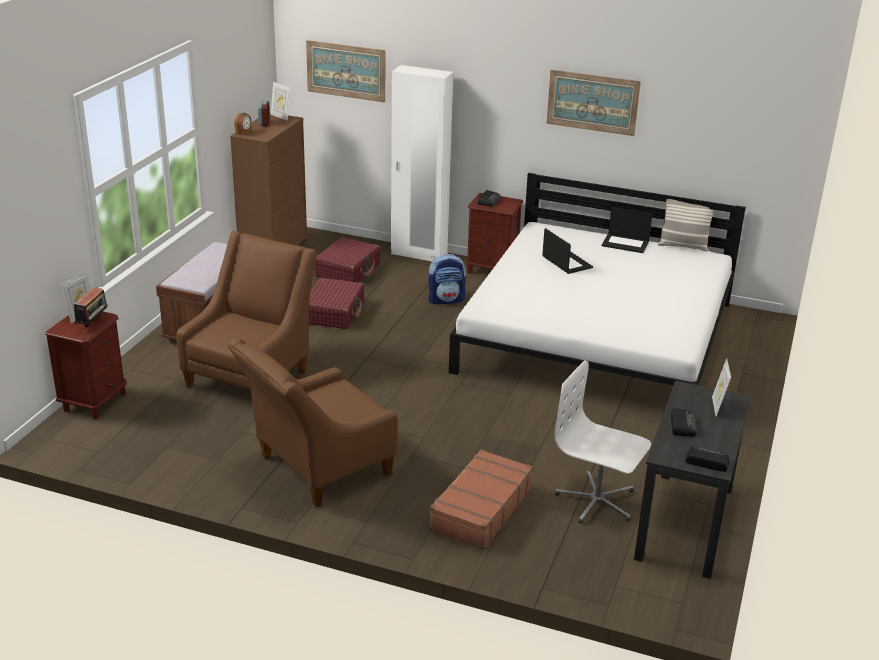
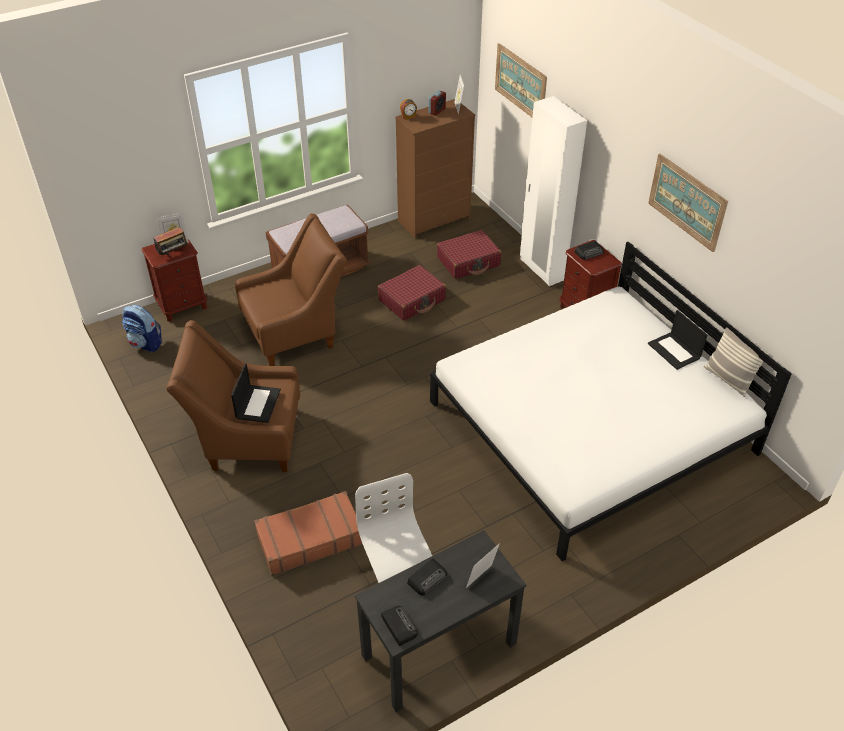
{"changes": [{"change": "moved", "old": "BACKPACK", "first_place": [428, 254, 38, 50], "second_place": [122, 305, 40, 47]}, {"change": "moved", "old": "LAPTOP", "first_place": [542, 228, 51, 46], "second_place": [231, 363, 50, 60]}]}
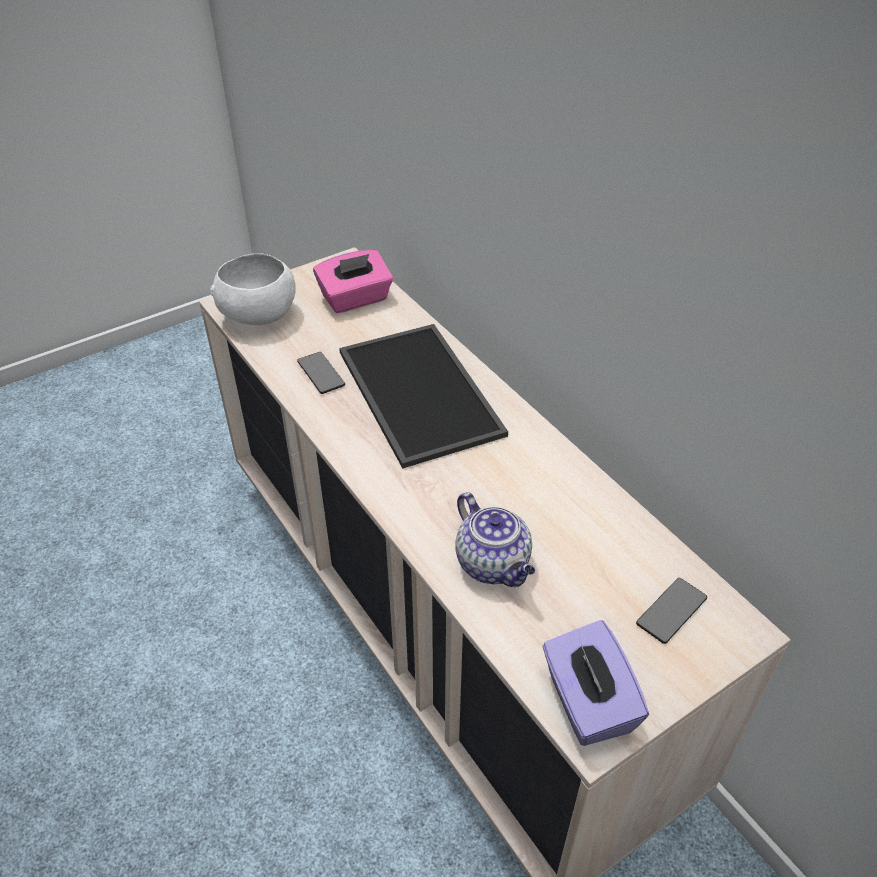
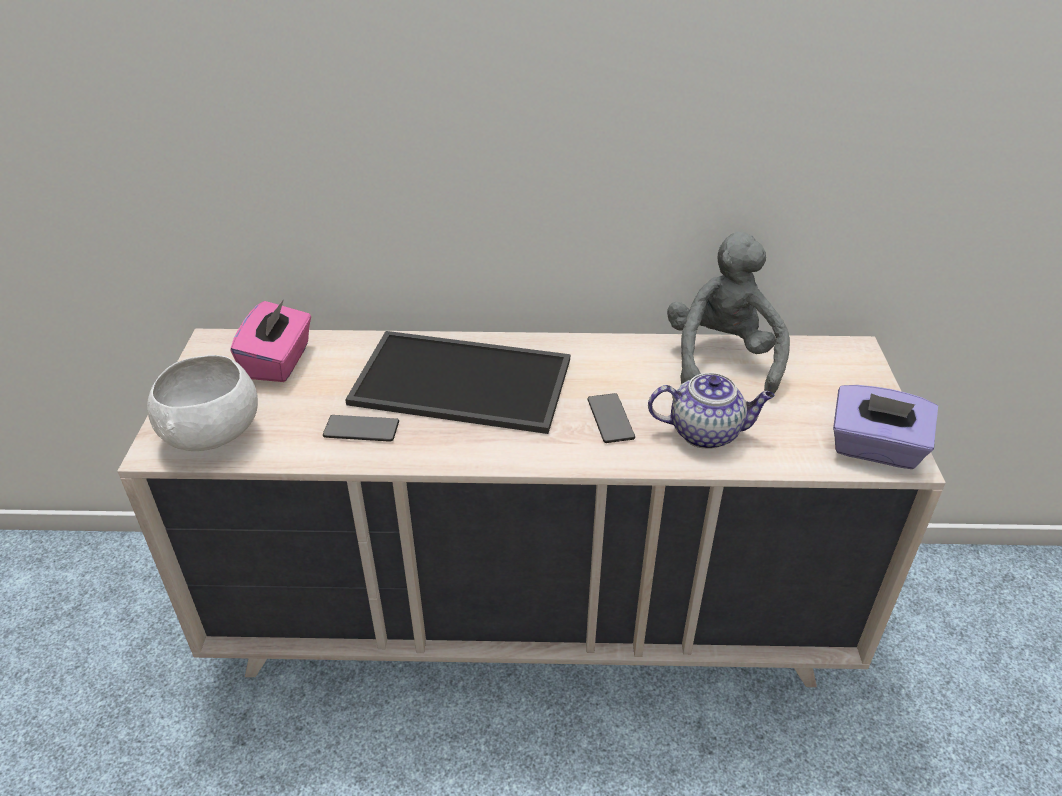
{"changes": [{"change": "moved", "old": "PHONE", "first_place": [636, 578, 71, 66], "second_place": [587, 393, 48, 50]}, {"change": "added", "new": "GREY PLUSH TOY", "second_place": [667, 232, 123, 161]}]}
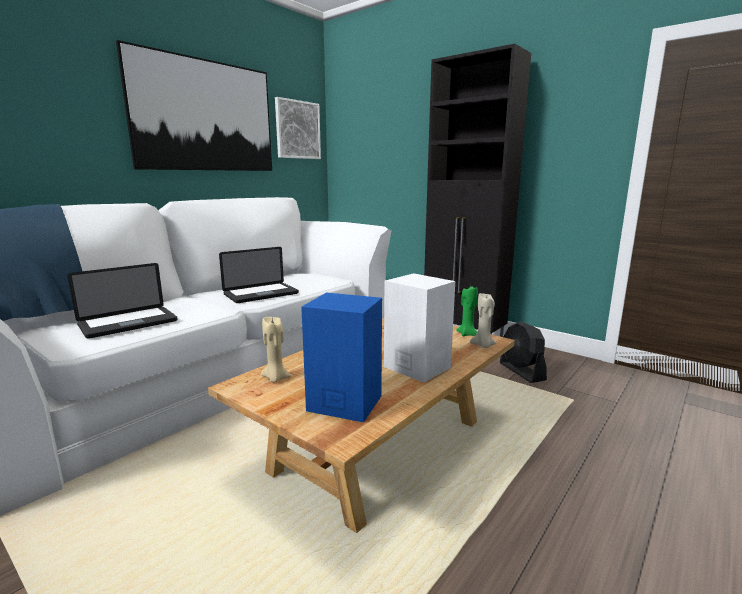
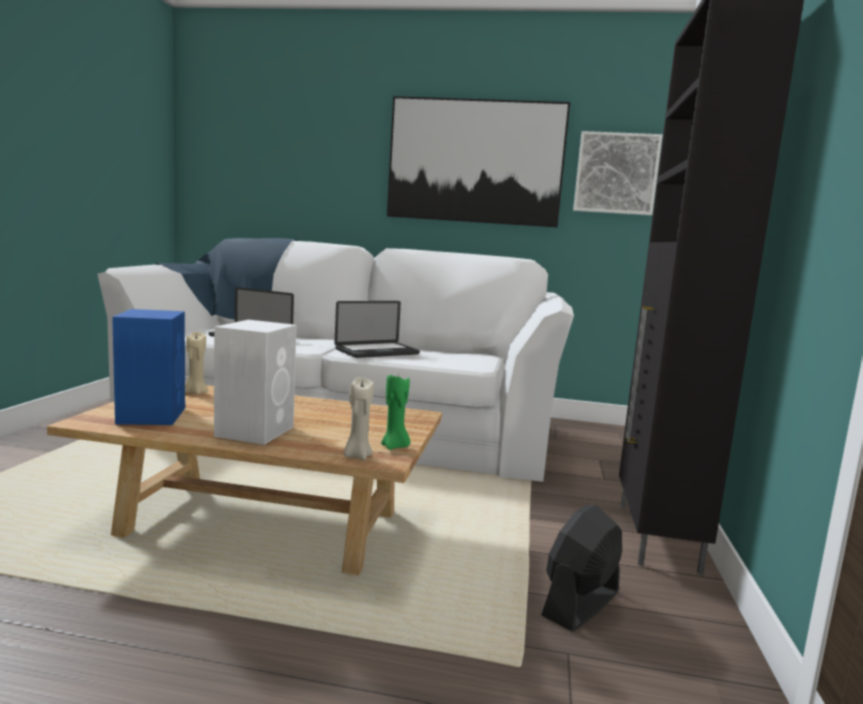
{"changes": [{"change": "turned", "old": "LAPTOP", "first_place": [219, 247, 80, 56], "second_place": [334, 301, 86, 57], "degrees": -60}]}
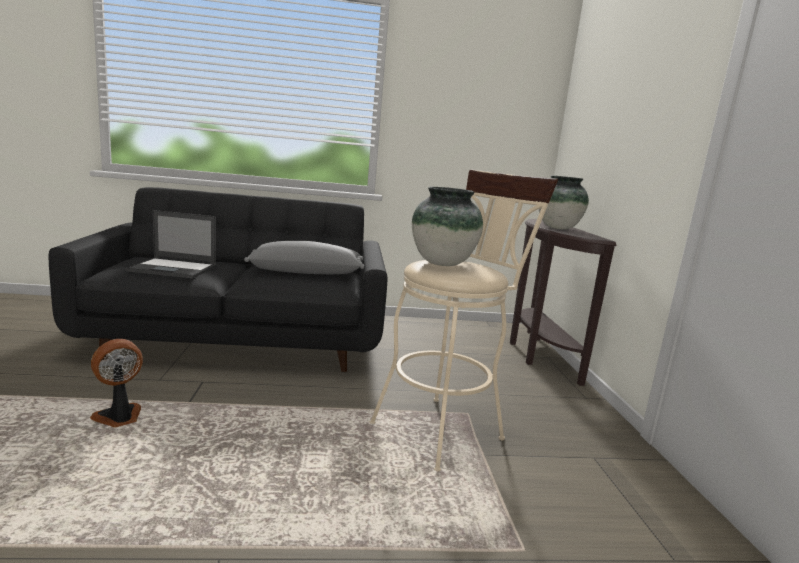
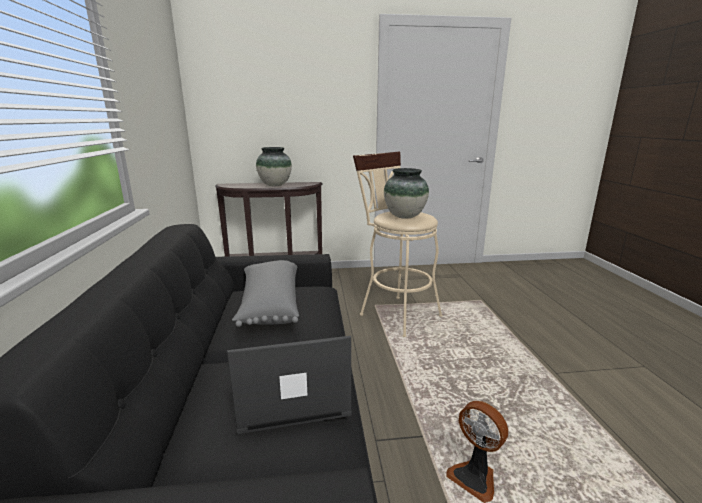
{"changes": [{"change": "turned", "old": "LAPTOP", "first_place": [125, 210, 91, 68], "second_place": [227, 336, 125, 98], "degrees": -105}]}
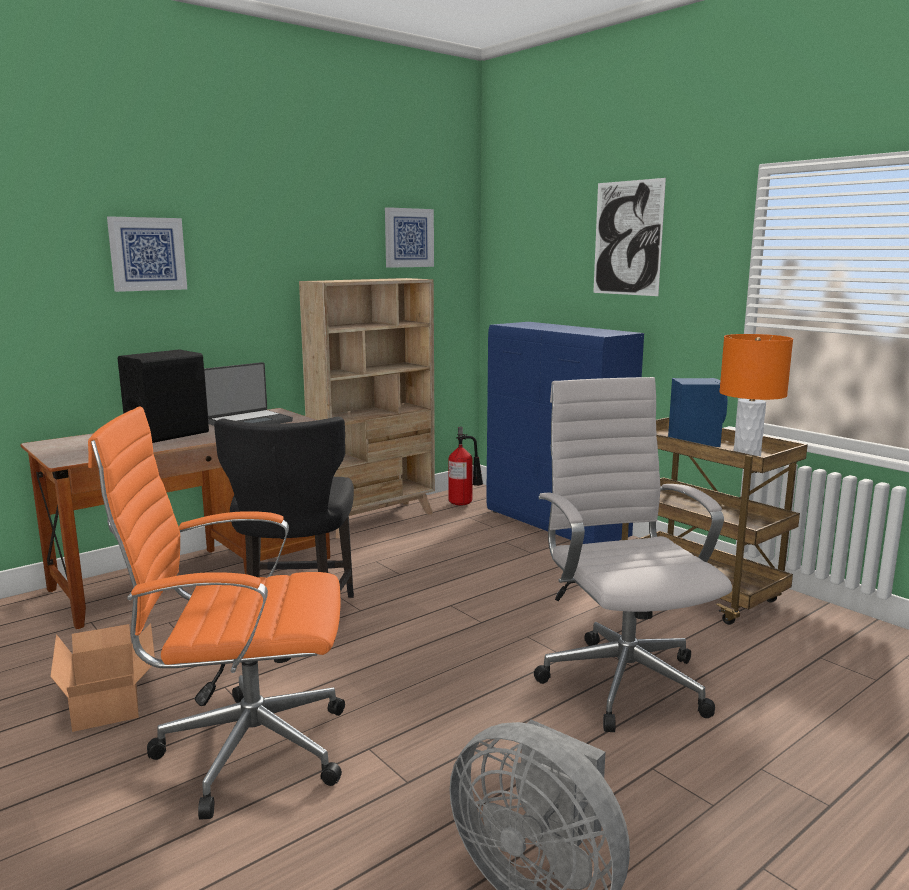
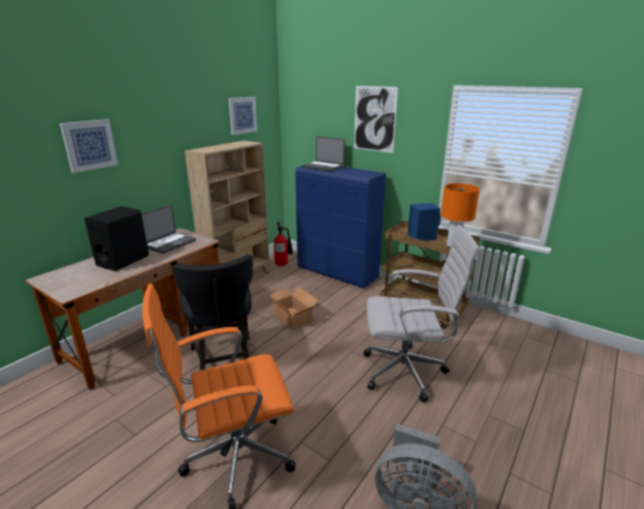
{"changes": [{"change": "moved", "old": "CARDBOARD BOX", "first_place": [50, 623, 105, 109], "second_place": [269, 287, 49, 42]}, {"change": "turned", "old": "WHITE OFFICE CHAIR", "first_place": [534, 377, 198, 355], "second_place": [363, 225, 116, 178], "degrees": 120}, {"change": "added", "new": "LAPTOP", "second_place": [302, 137, 43, 35]}]}
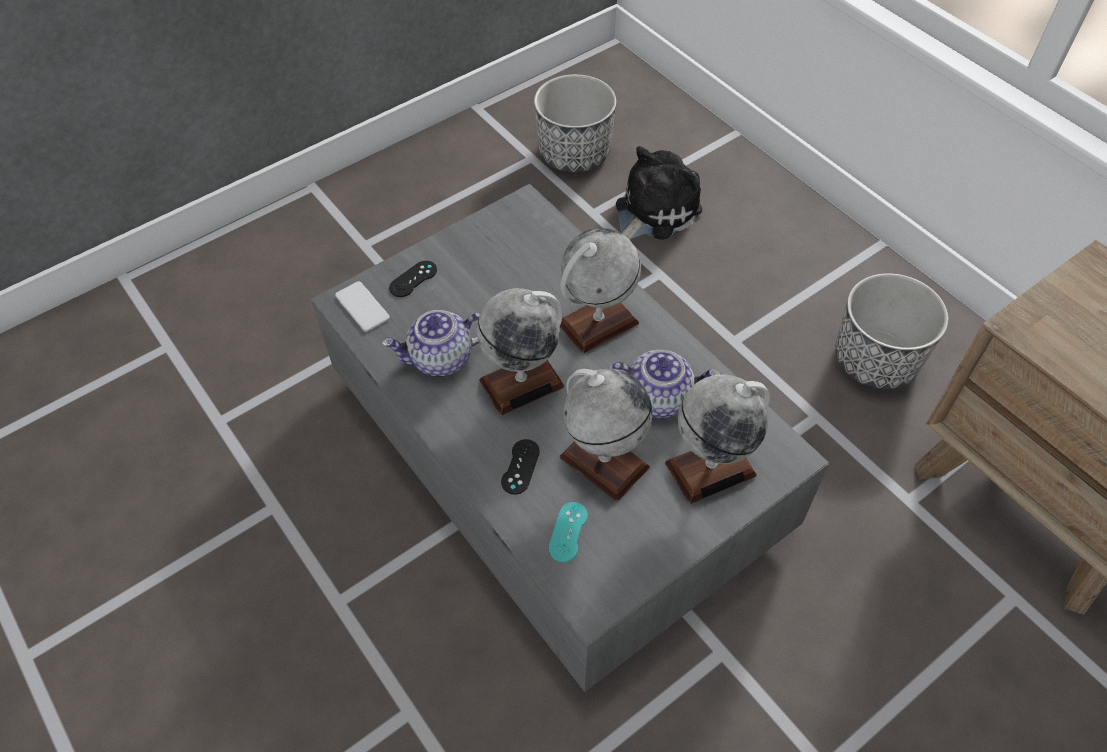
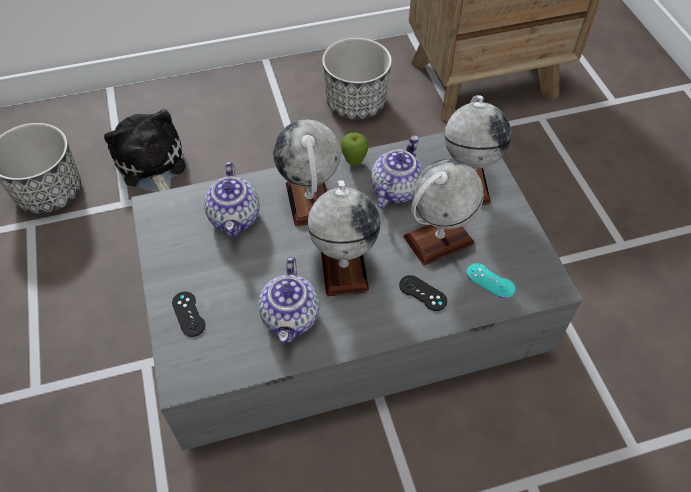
{"changes": [{"change": "removed", "old": "PHONE", "first_place": [335, 281, 55, 51]}, {"change": "added", "new": "TEAPOT", "second_place": [204, 162, 56, 75]}, {"change": "added", "new": "APPLE", "second_place": [341, 133, 28, 32]}]}
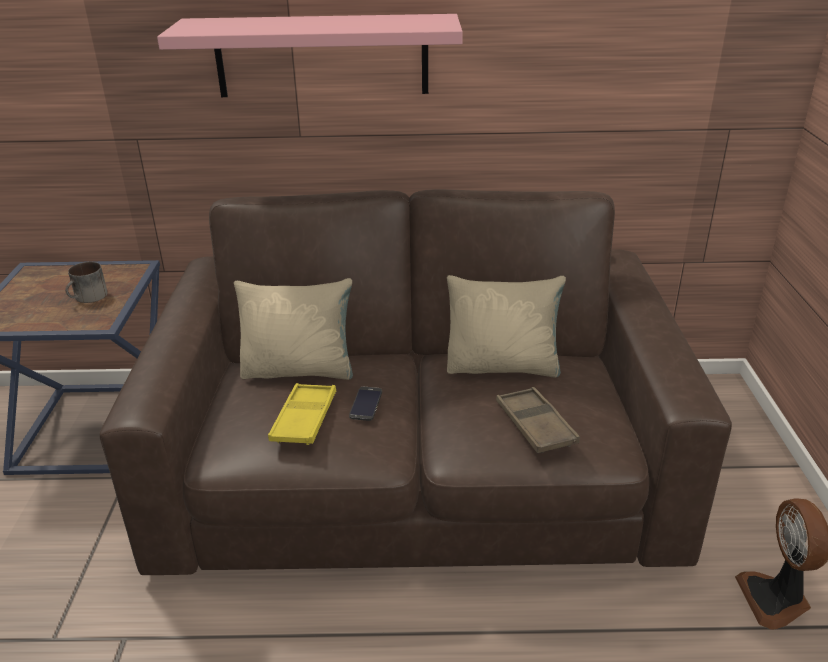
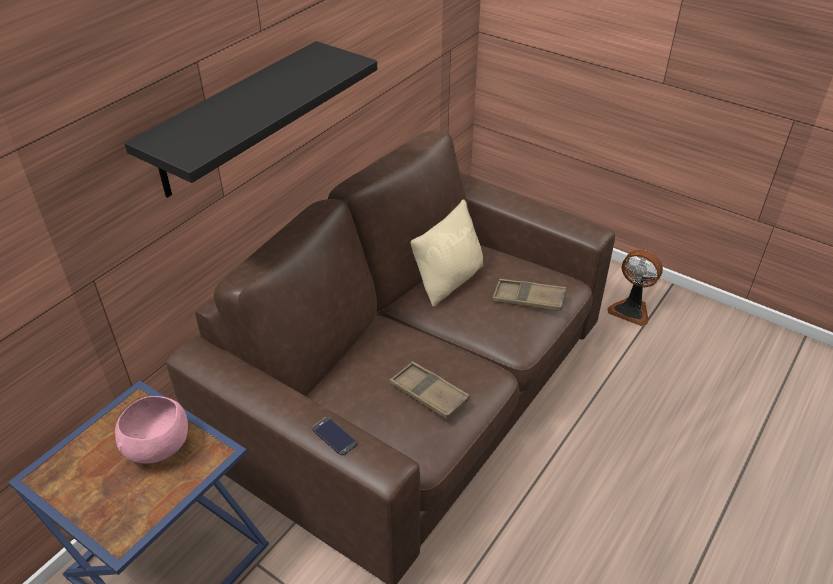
{"changes": [{"change": "replaced", "old": "MUG", "new": "PINK BOWL", "first_place": [65, 262, 43, 41], "second_place": [115, 396, 73, 68]}, {"change": "recoloured", "old": "PINK SHELF", "new": "BLACK SHELF", "first_place": [157, 14, 306, 83], "second_place": [124, 41, 253, 157]}, {"change": "removed", "old": "BEIGE PILLOW", "first_place": [234, 278, 119, 102]}, {"change": "recoloured", "old": "YELLOW TRAY", "new": "BROWN TRAY", "first_place": [268, 383, 68, 62], "second_place": [389, 361, 81, 58]}, {"change": "moved", "old": "PHONE", "first_place": [349, 387, 33, 34], "second_place": [312, 417, 45, 38]}]}
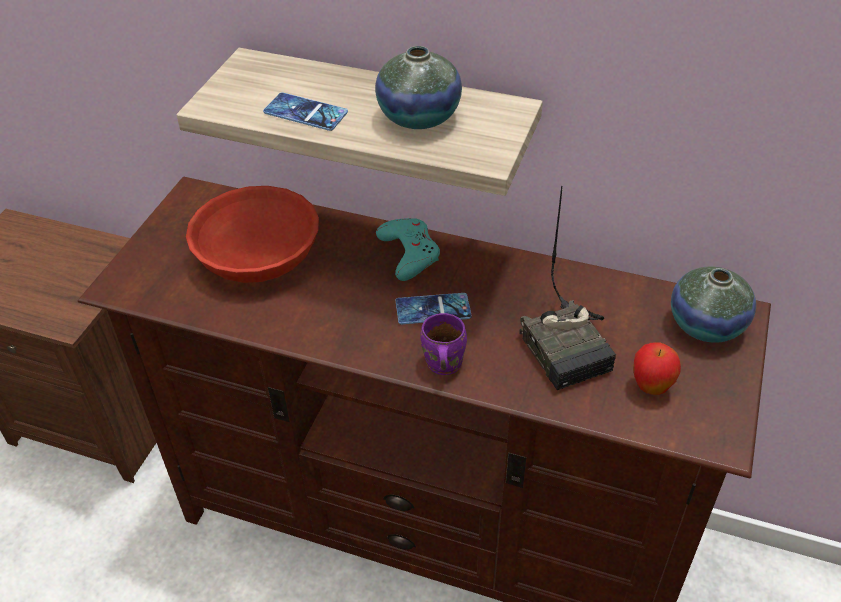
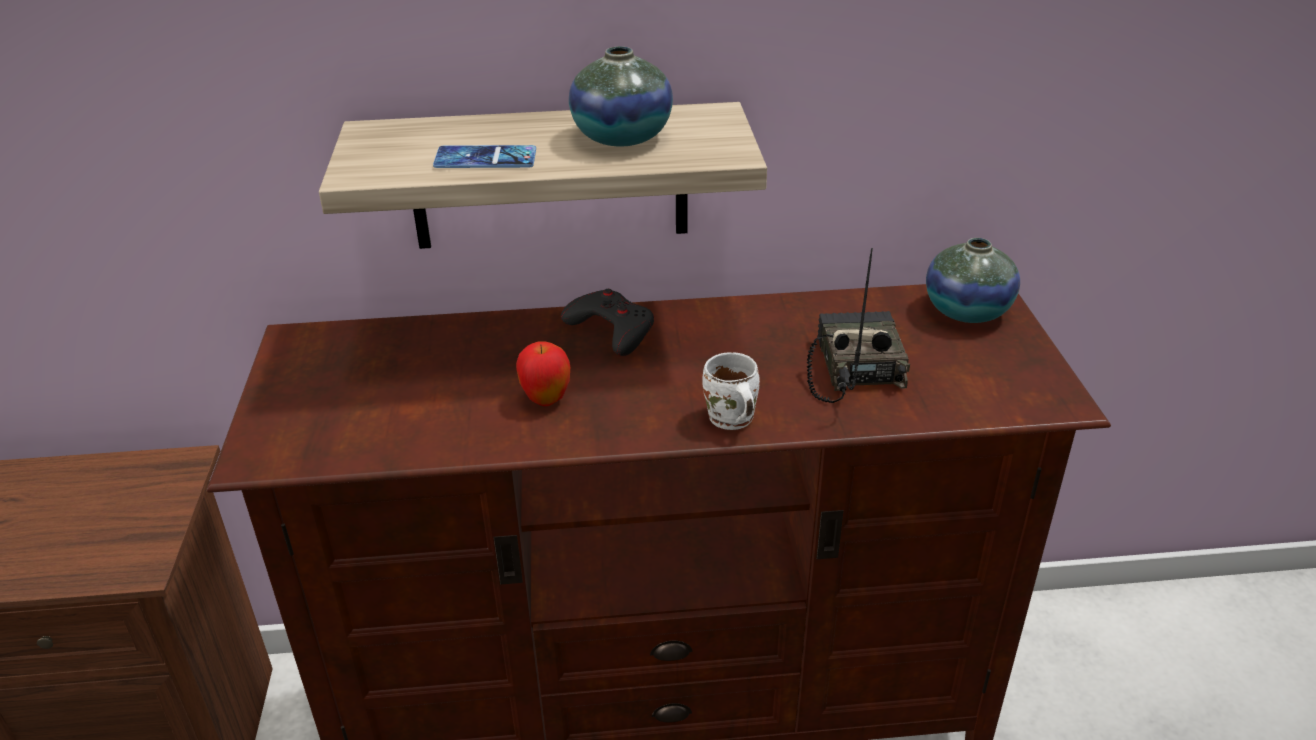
{"changes": [{"change": "removed", "old": "RED BOWL", "first_place": [186, 186, 133, 97]}, {"change": "recoloured", "old": "TURQUOISE GAME CONTROLLER", "new": "GREY GAME CONTROLLER", "first_place": [376, 218, 64, 63], "second_place": [561, 289, 93, 67]}, {"change": "removed", "old": "PHONE", "first_place": [396, 293, 76, 31]}, {"change": "recoloured", "old": "PURPLE MUG", "new": "WHITE MUG", "first_place": [420, 313, 47, 62], "second_place": [702, 352, 58, 78]}, {"change": "turned", "old": "RADIO", "first_place": [519, 185, 97, 205], "second_place": [807, 248, 103, 155], "degrees": -135}, {"change": "moved", "old": "APPLE", "first_place": [633, 342, 48, 53], "second_place": [516, 341, 54, 65]}]}
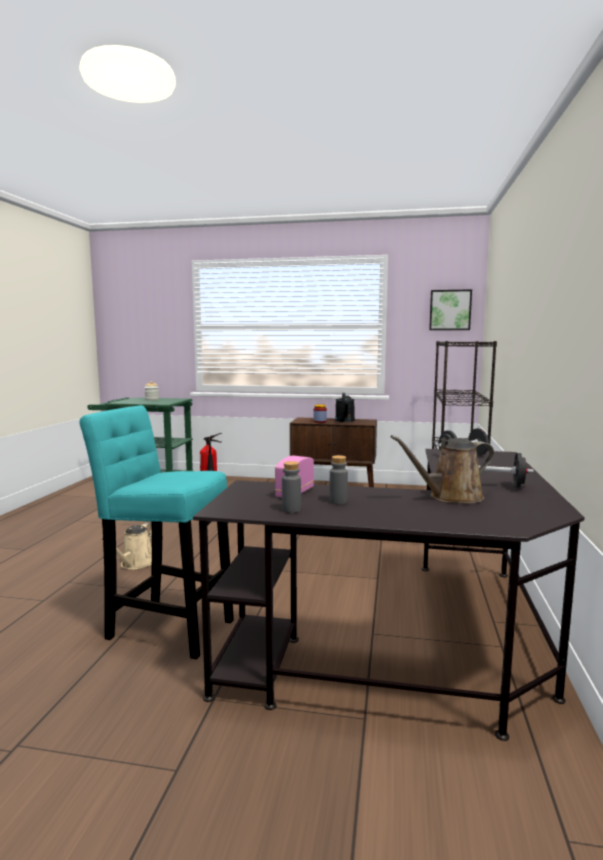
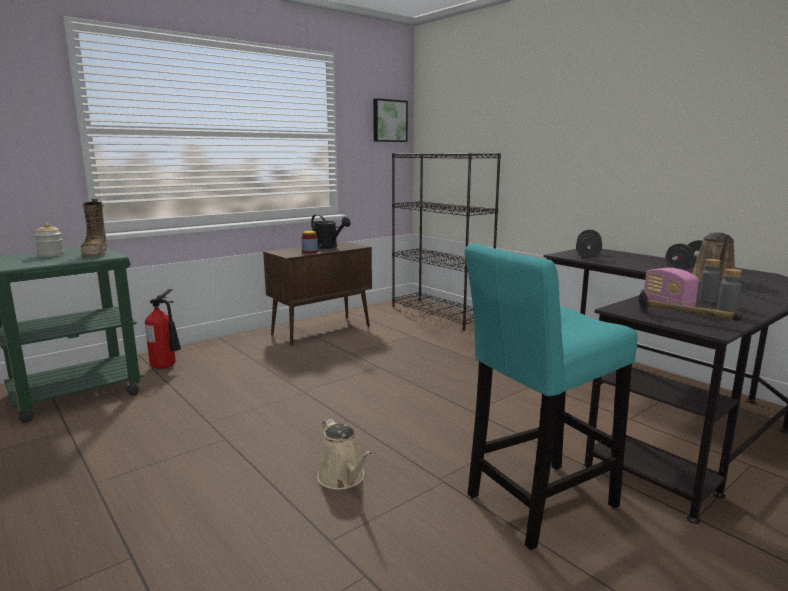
{"changes": [{"change": "added", "new": "BOOT", "second_place": [81, 198, 26, 59]}, {"change": "added", "new": "HAMMER", "second_place": [639, 289, 104, 33]}]}
